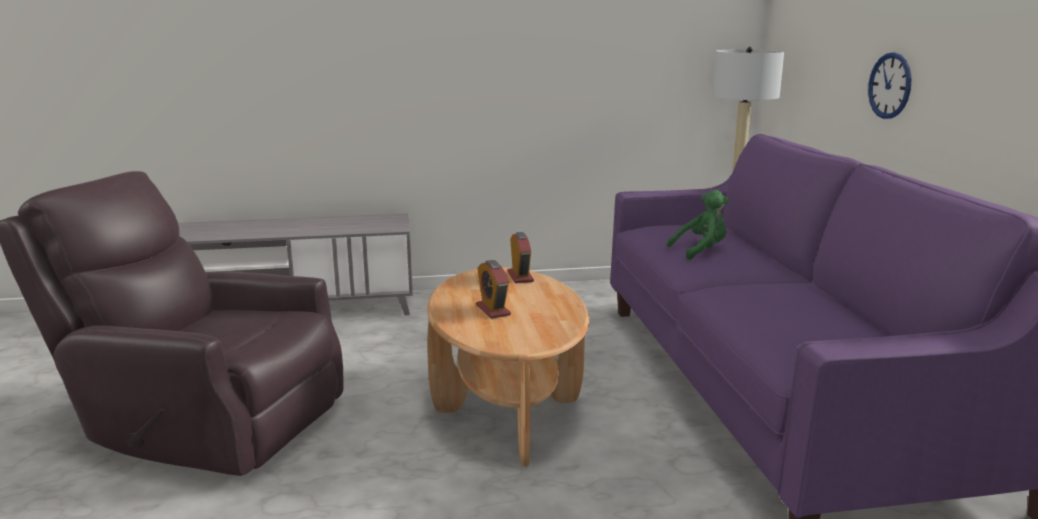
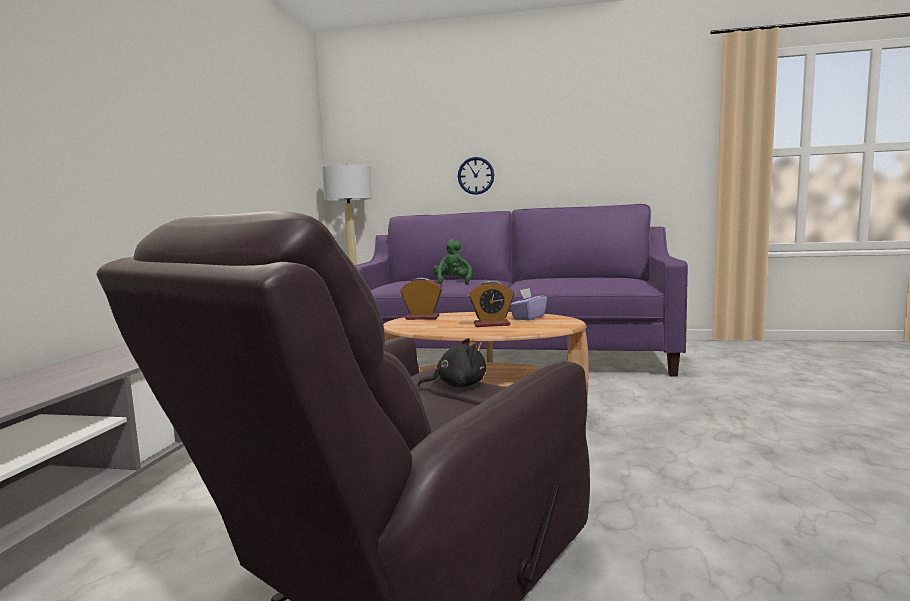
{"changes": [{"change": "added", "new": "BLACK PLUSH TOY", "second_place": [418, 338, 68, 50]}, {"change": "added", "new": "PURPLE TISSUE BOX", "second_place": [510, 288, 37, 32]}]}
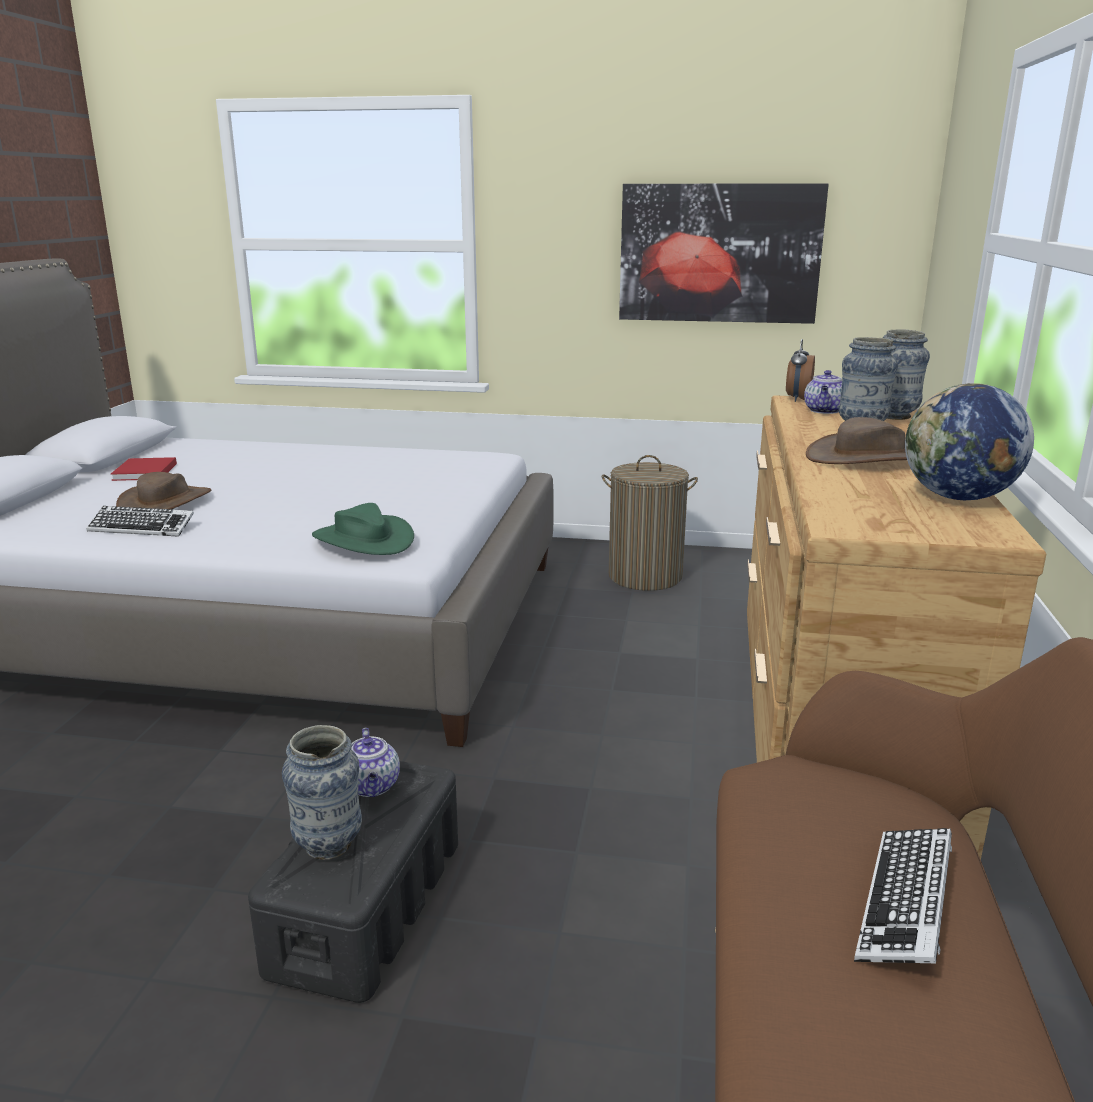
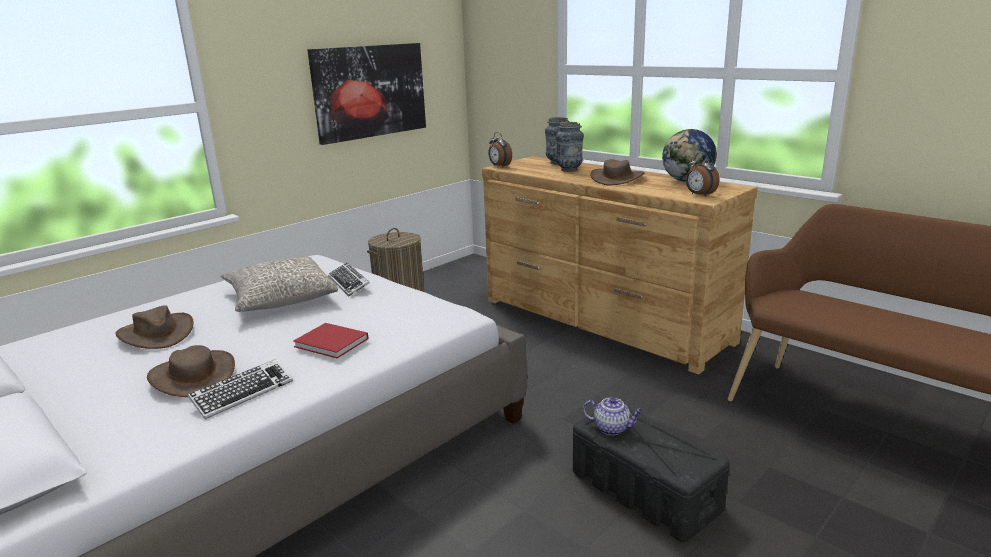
{"changes": [{"change": "moved", "old": "RED BOOK", "first_place": [110, 457, 67, 24], "second_place": [293, 323, 76, 35]}, {"change": "removed", "old": "VASE", "first_place": [282, 725, 80, 135]}, {"change": "removed", "old": "GREEN HAT", "first_place": [312, 503, 102, 52]}, {"change": "removed", "old": "TEAPOT", "first_place": [804, 370, 38, 44]}, {"change": "moved", "old": "KEYBOARD", "first_place": [854, 828, 98, 135], "second_place": [328, 263, 42, 33]}, {"change": "added", "new": "BROWN HAT", "second_place": [116, 305, 78, 44]}, {"change": "added", "new": "GREY PILLOW", "second_place": [221, 257, 117, 55]}, {"change": "added", "new": "ALARM CLOCK", "second_place": [686, 153, 34, 44]}]}
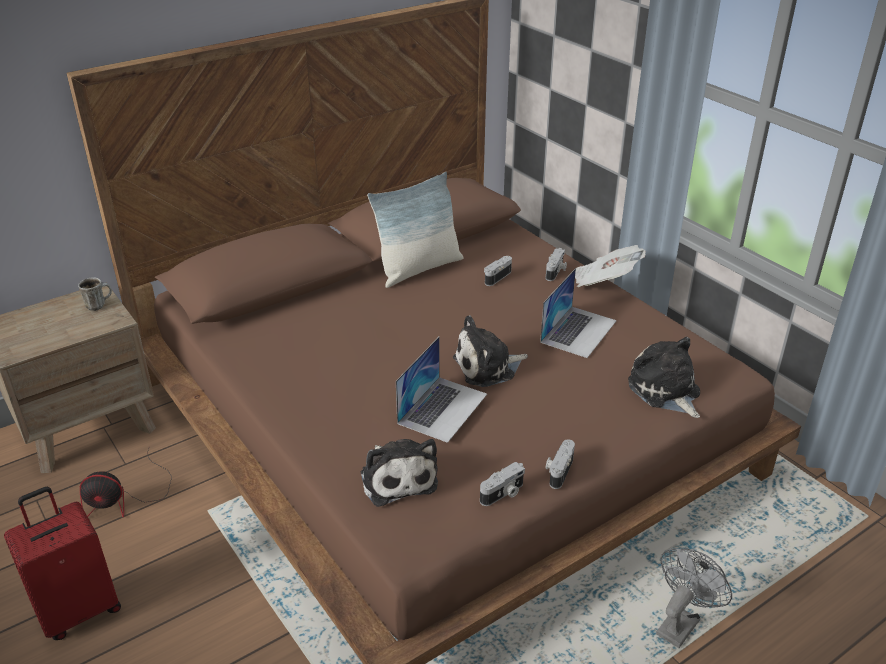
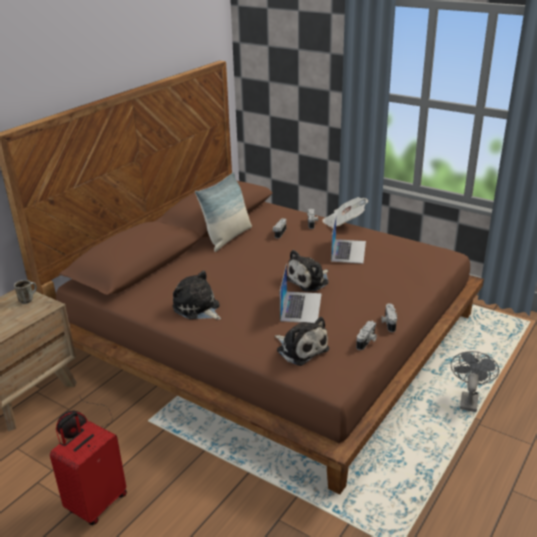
{"changes": [{"change": "moved", "old": "PLUSH TOY", "first_place": [628, 337, 72, 81], "second_place": [172, 271, 49, 49]}]}
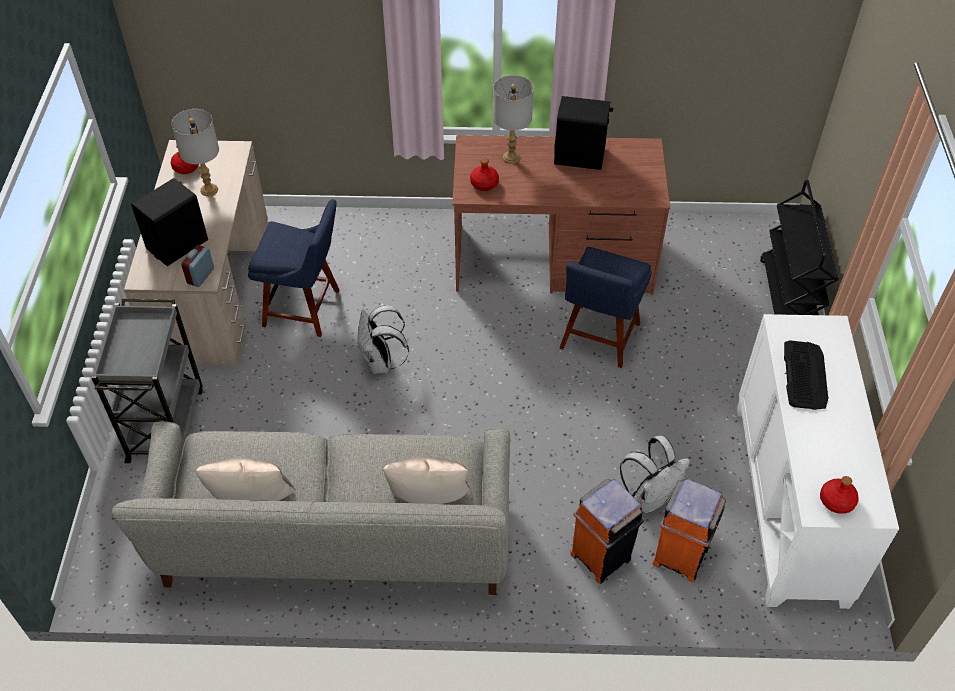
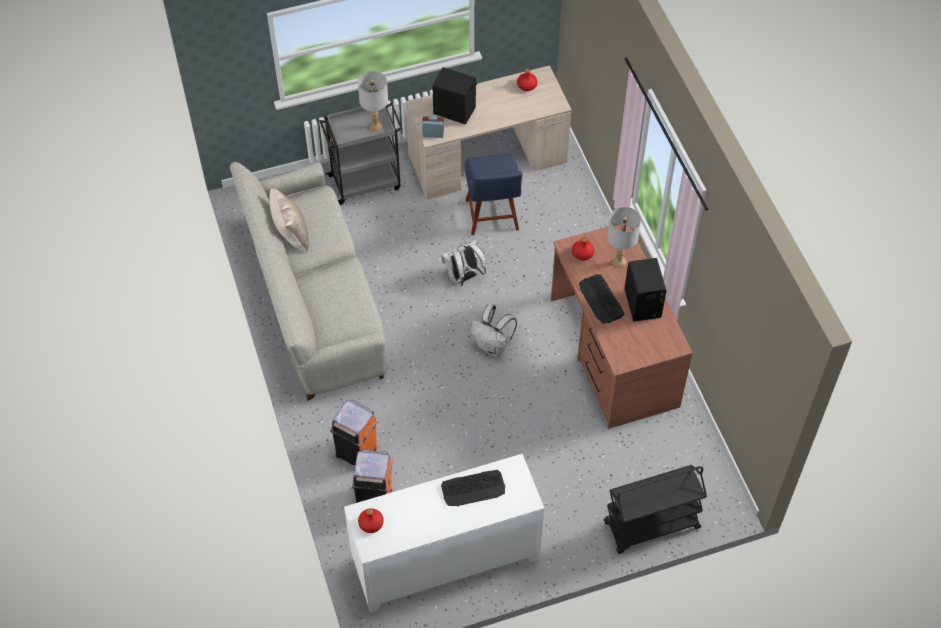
{"changes": [{"change": "moved", "old": "GREY TABLE LAMP", "first_place": [171, 109, 48, 87], "second_place": [358, 71, 30, 60]}, {"change": "removed", "old": "BEIGE PILLOW", "first_place": [383, 457, 88, 47]}, {"change": "removed", "old": "BLUE CHAIR", "first_place": [559, 247, 93, 121]}, {"change": "moved", "old": "WHITE BACKPACK", "first_place": [620, 436, 70, 77], "second_place": [470, 304, 47, 53]}, {"change": "added", "new": "KEYBOARD", "second_place": [579, 274, 45, 50]}]}
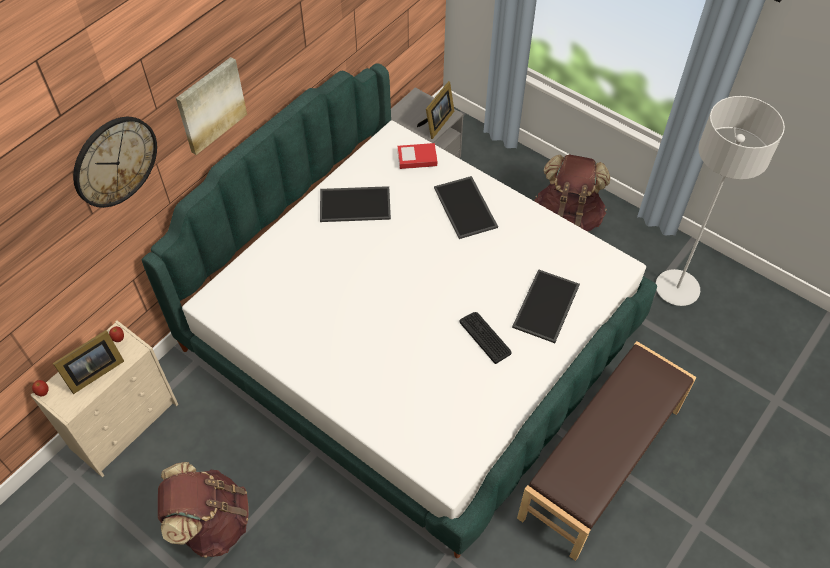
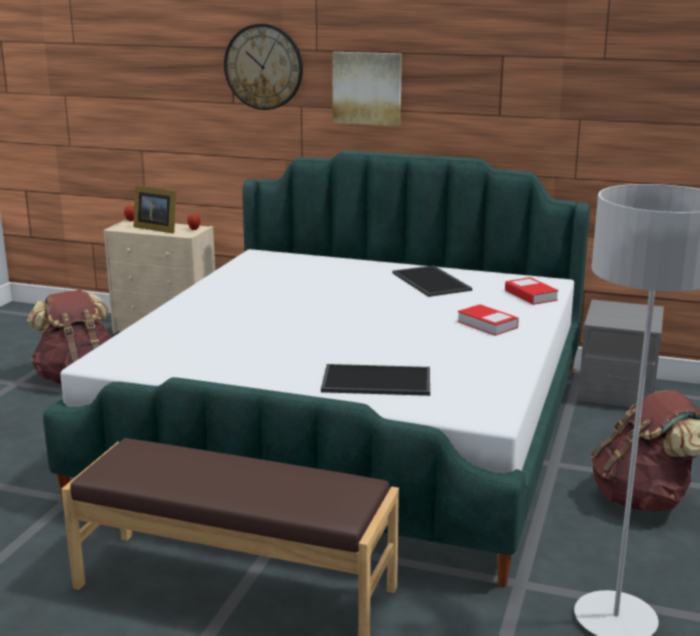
{"changes": [{"change": "removed", "old": "PICTURE FRAME", "first_place": [417, 81, 37, 58]}, {"change": "replaced", "old": "TRAY", "new": "BOOK", "first_place": [434, 176, 64, 63], "second_place": [457, 304, 62, 32]}, {"change": "removed", "old": "KEYBOARD", "first_place": [460, 312, 52, 52]}]}
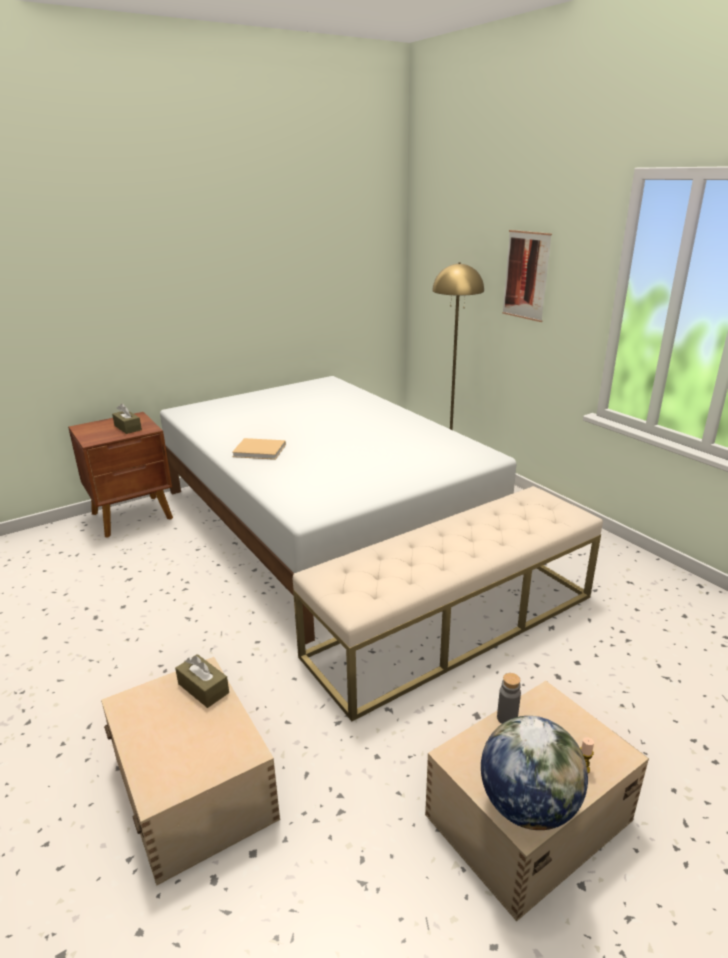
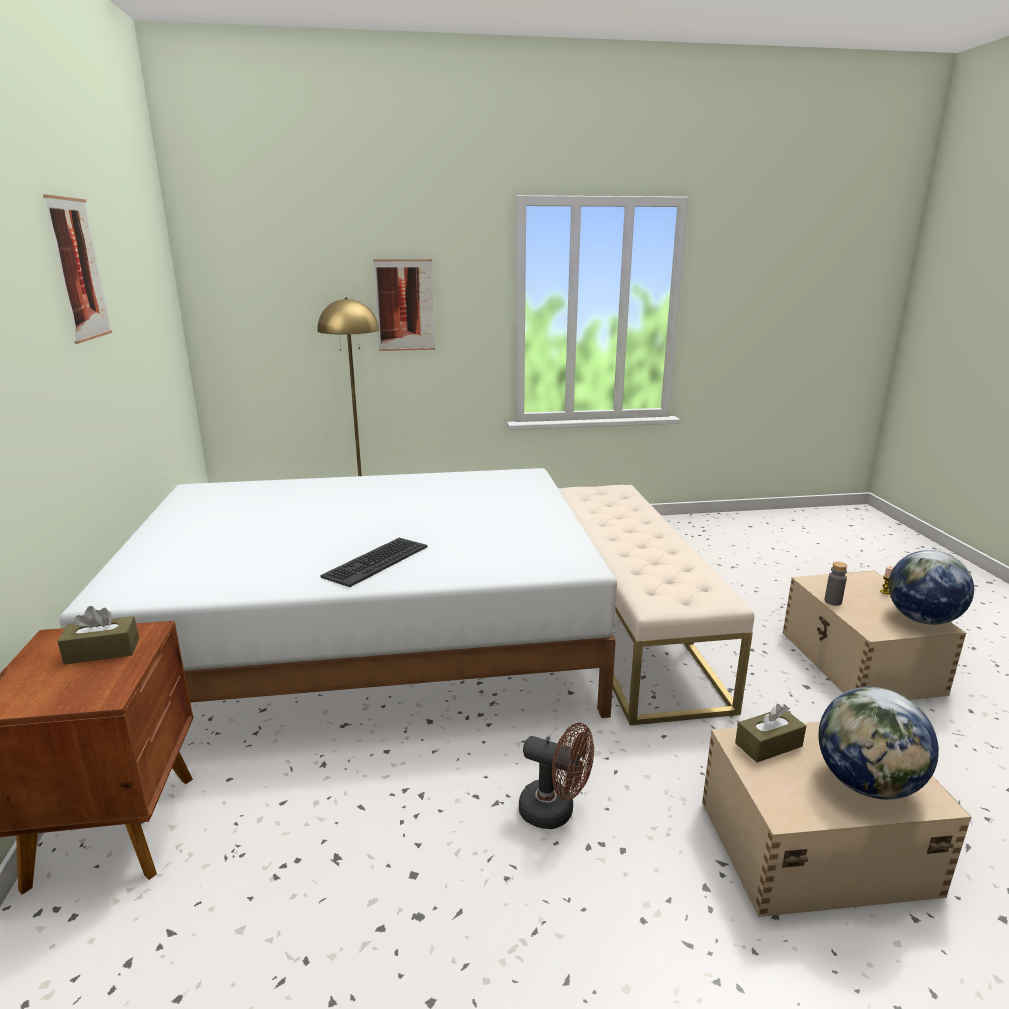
{"changes": [{"change": "replaced", "old": "BEIGE BOOK", "new": "KEYBOARD", "first_place": [232, 438, 54, 22], "second_place": [320, 538, 108, 49]}, {"change": "added", "new": "PICTURE", "second_place": [43, 194, 69, 150]}, {"change": "added", "new": "BROWN FAN", "second_place": [519, 723, 75, 106]}, {"change": "added", "new": "GLOBE", "second_place": [819, 687, 120, 113]}]}
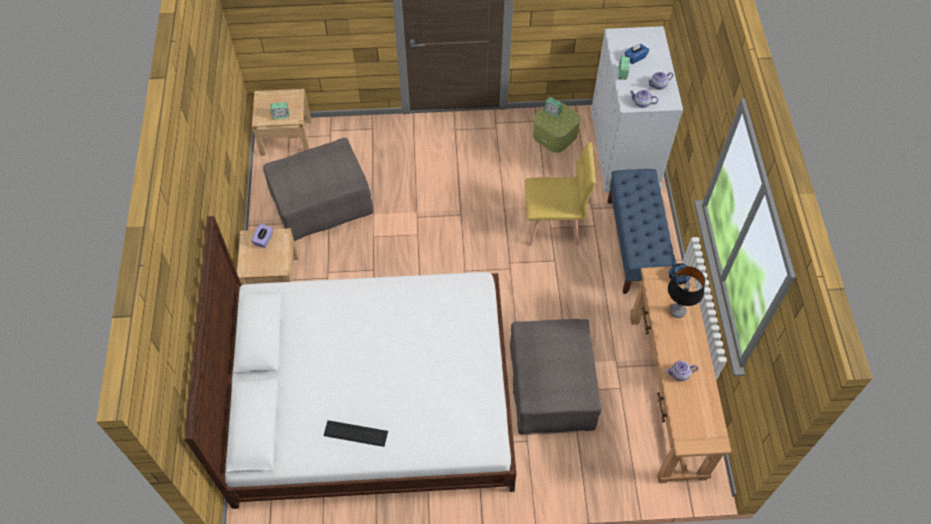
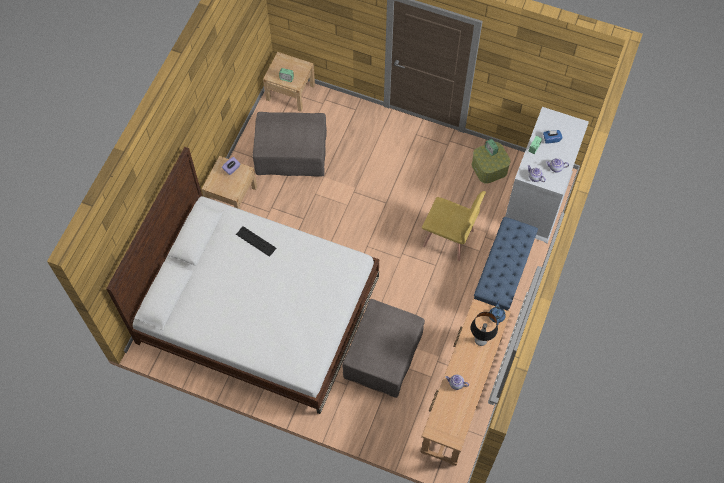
{"changes": [{"change": "moved", "old": "KEYBOARD", "first_place": [324, 420, 64, 27], "second_place": [236, 226, 40, 31]}]}
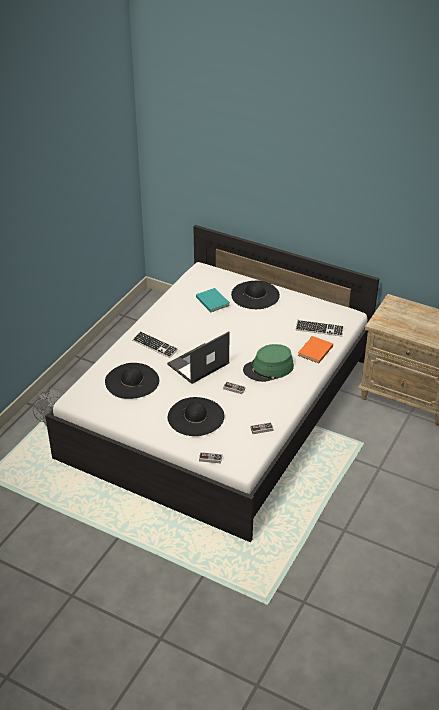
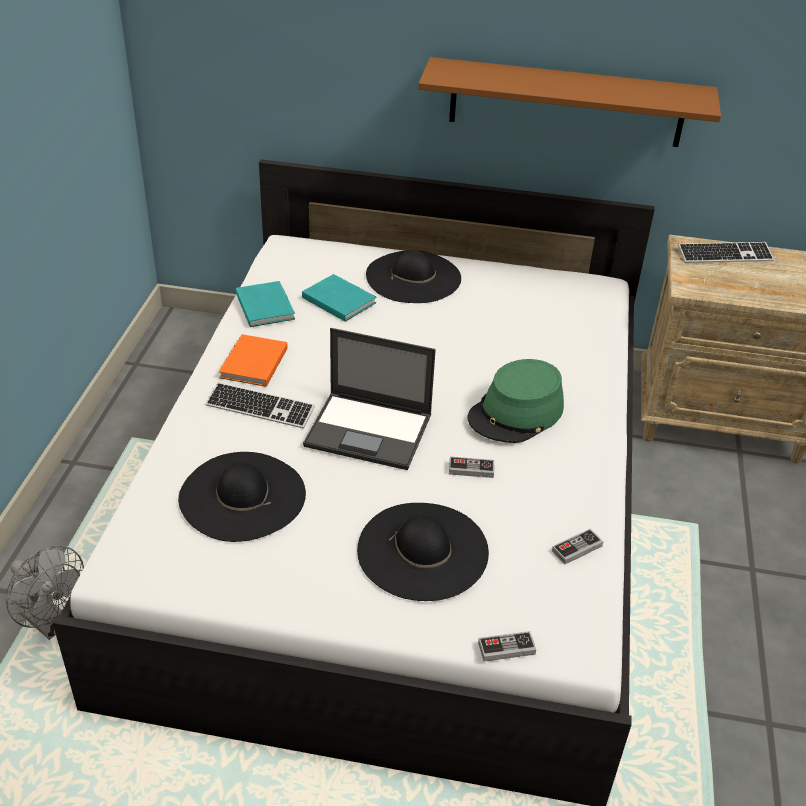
{"changes": [{"change": "turned", "old": "LAPTOP", "first_place": [167, 331, 63, 53], "second_place": [303, 328, 133, 142], "degrees": -105}, {"change": "moved", "old": "KEYBOARD", "first_place": [295, 320, 49, 17], "second_place": [678, 242, 96, 21]}, {"change": "moved", "old": "ORANGE BOOK", "first_place": [298, 336, 35, 28], "second_place": [219, 334, 69, 53]}, {"change": "added", "new": "TURQUOISE BOOK", "second_place": [236, 281, 59, 46]}, {"change": "added", "new": "BROWN SHELF", "second_place": [418, 57, 303, 90]}]}
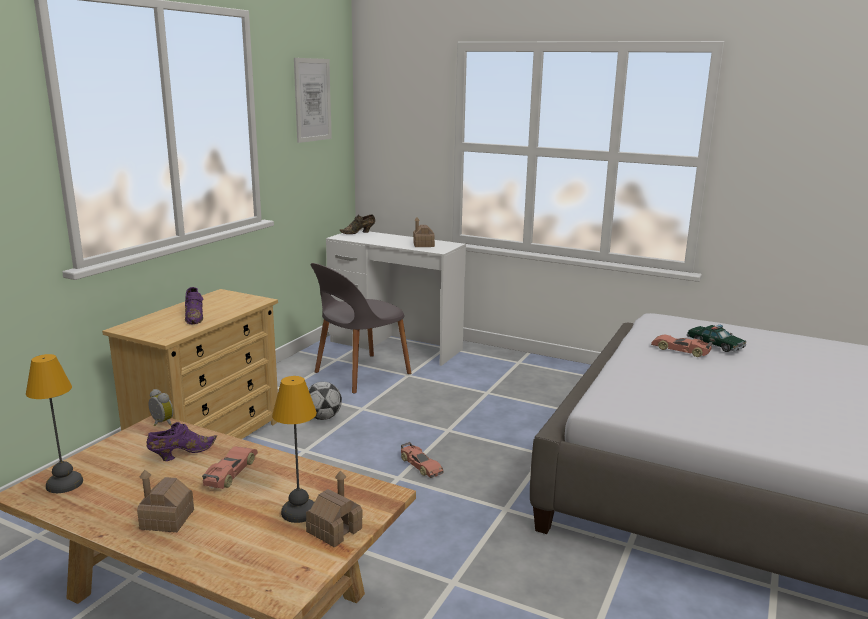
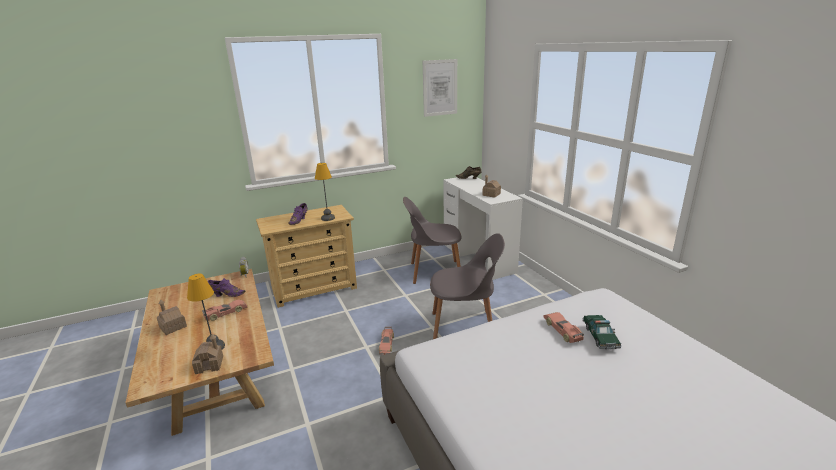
{"changes": [{"change": "moved", "old": "TABLE LAMP", "first_place": [26, 354, 57, 139], "second_place": [315, 163, 20, 58]}, {"change": "removed", "old": "FOOTBALL", "first_place": [308, 382, 34, 38]}, {"change": "added", "new": "GREY CHAIR", "second_place": [430, 233, 75, 106]}]}
